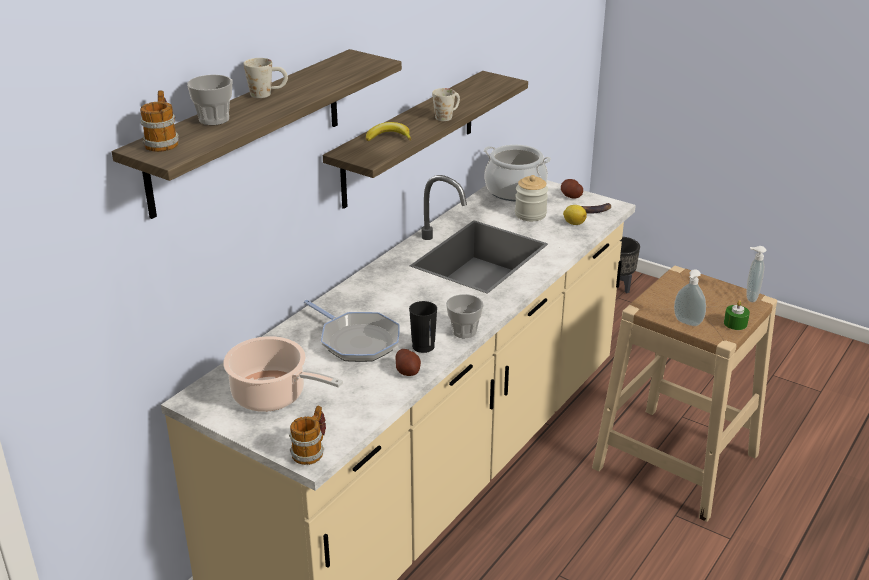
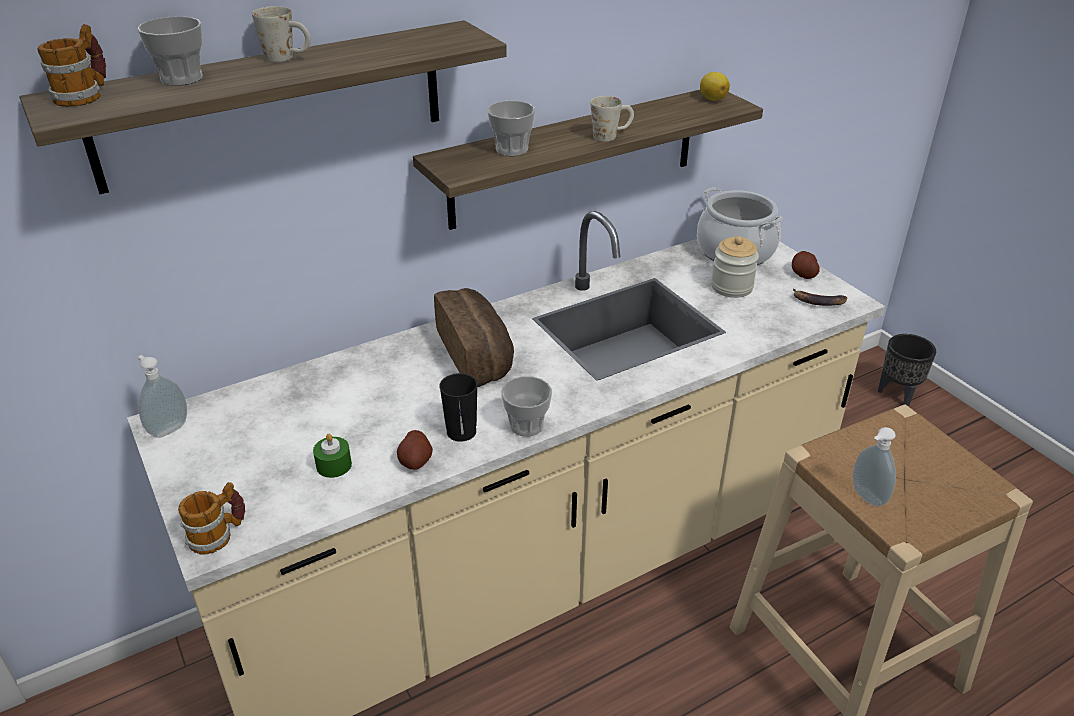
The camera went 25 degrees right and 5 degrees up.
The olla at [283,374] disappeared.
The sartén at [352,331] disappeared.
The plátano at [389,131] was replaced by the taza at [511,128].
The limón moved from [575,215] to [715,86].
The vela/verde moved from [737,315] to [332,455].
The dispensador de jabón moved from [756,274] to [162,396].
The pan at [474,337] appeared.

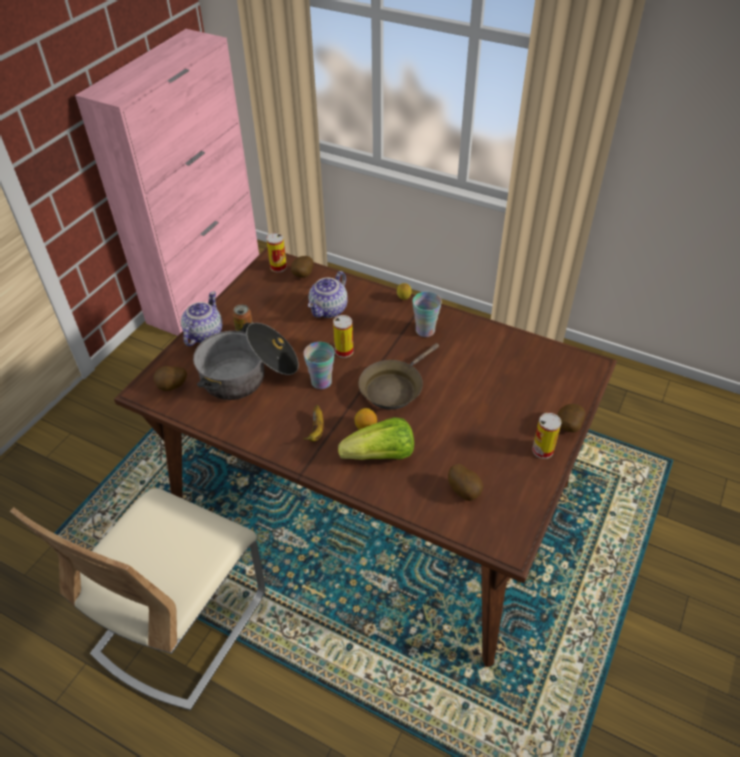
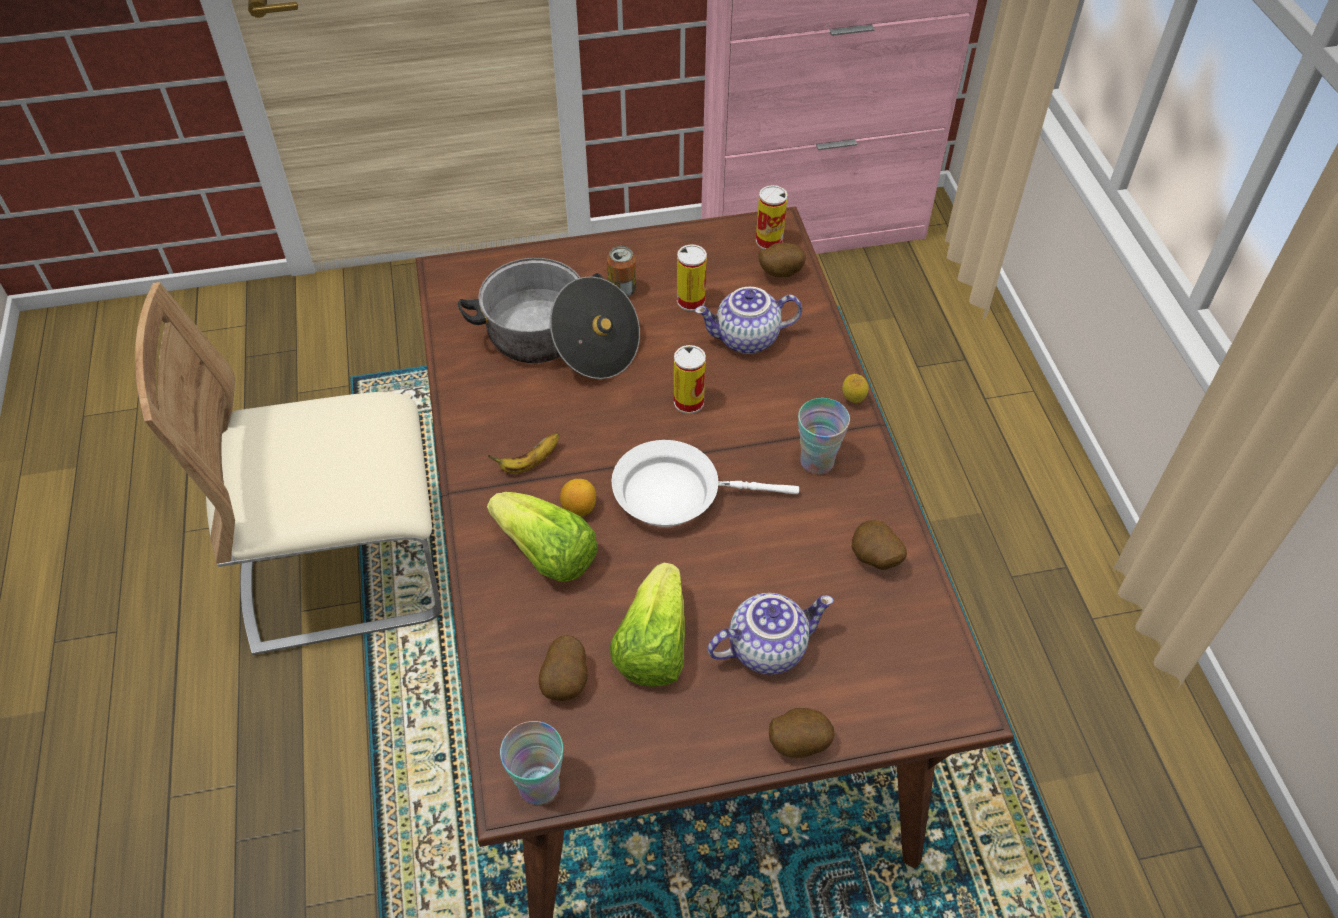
The camera went 50 degrees right and 5 degrees up.
The patata moved from [170,378] to [879,545].
The tetera moved from [201,319] to [770,634].
The taza moved from [319,365] to [531,763].
The sartén/marrón at [398,376] became the sartén/blanco at [705,483].
The lata moved from [547,436] to [692,277].
The lechuga at [647,625] appeared.

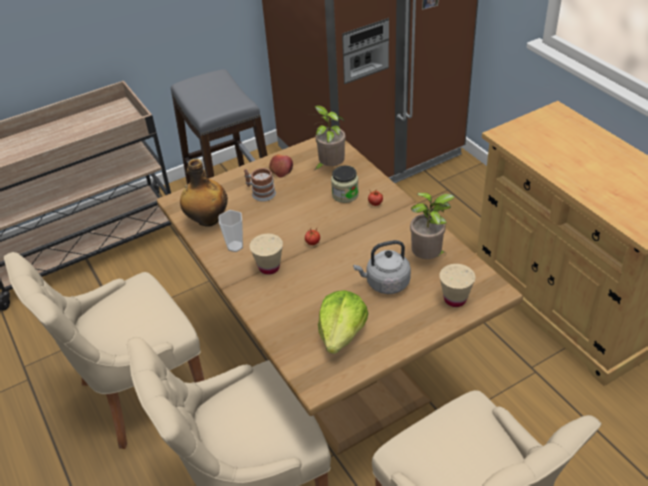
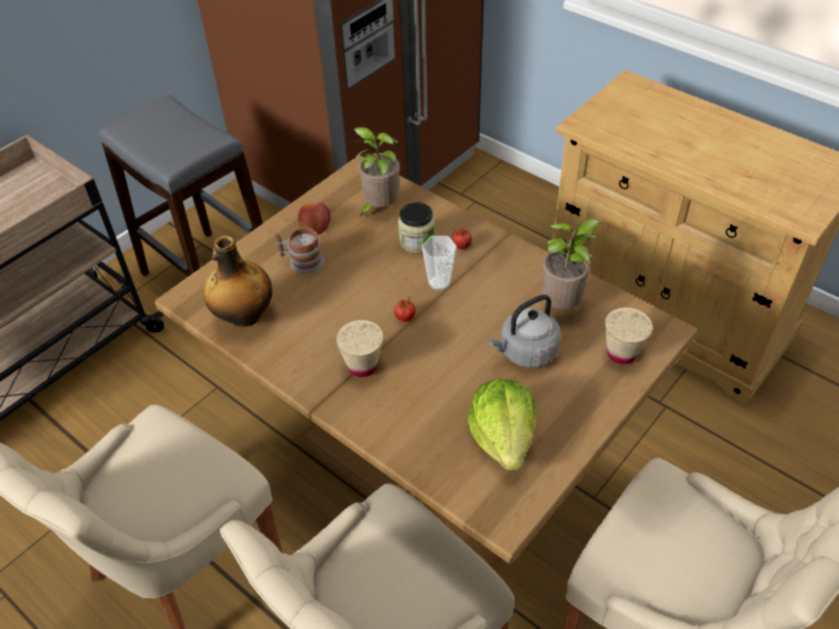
The camera went 20 degrees left and 5 degrees up.
The taza moved from [230,231] to [439,263].

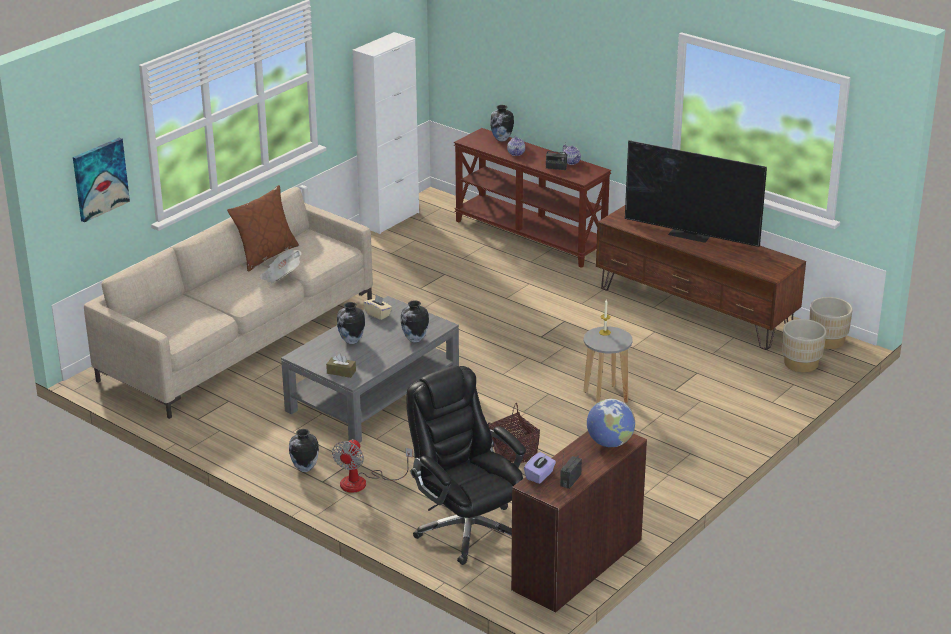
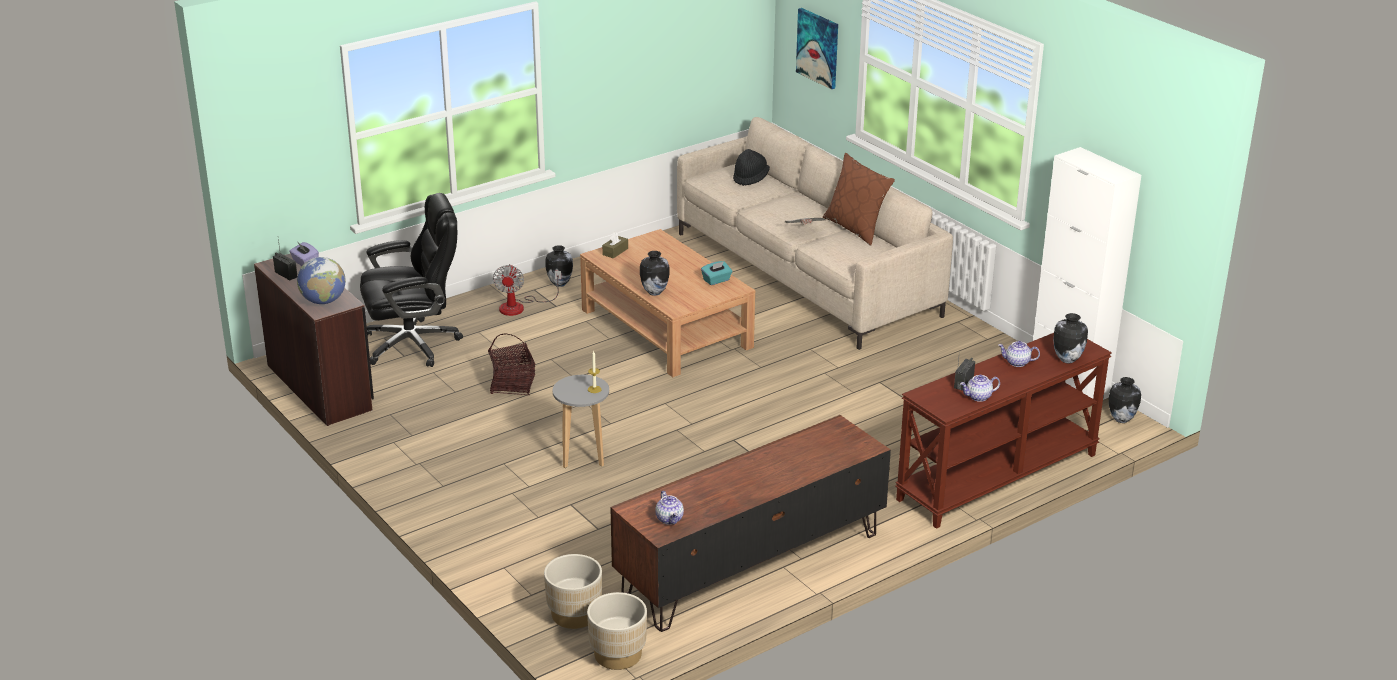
The camera went 105 degrees right and 0 degrees up.
The mesa de centro/gris at [370,369] became the mesa de centro/marrón at [667,303].
The ventilador at [372,466] turned 120 degrees counterclockwise.
The florero moved from [351,323] to [1125,400].
The caja de pañuelos/beis at [377,307] became the caja de pañuelos/turquesa at [716,273].
The televisor at [696,193] disappeared.
The tetera at [669,508] appeared.
The sombrero/negro at [751,167] appeared.

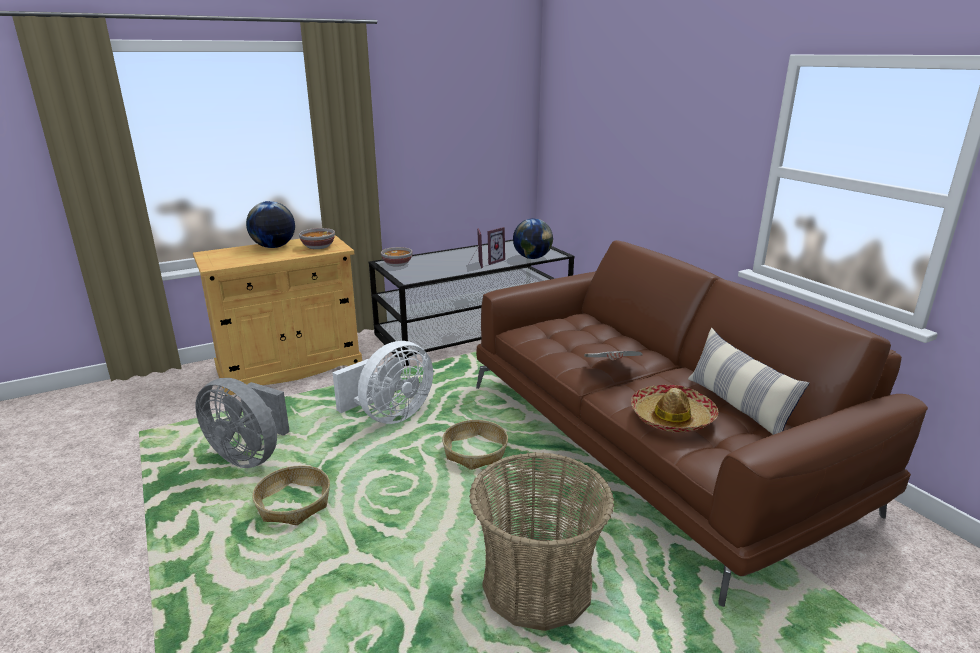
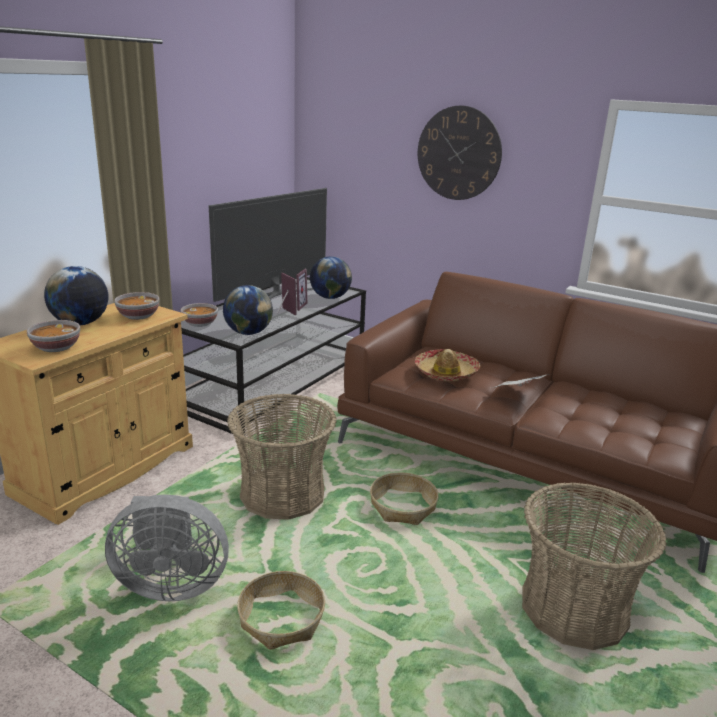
The camera went 30 degrees left and 0 degrees up.
The ventilador/blanco at [382,382] was replaced by the cesta at [282,457].
The sombrero moved from [674,408] to [447,365].
The cojín at [748,381] disappeared.
The cuenco at [53,336] appeared.
The televisor at [268,245] appeared.
The globo terráqueo at [248,310] appeared.
The reloj de pared at [460,153] appeared.

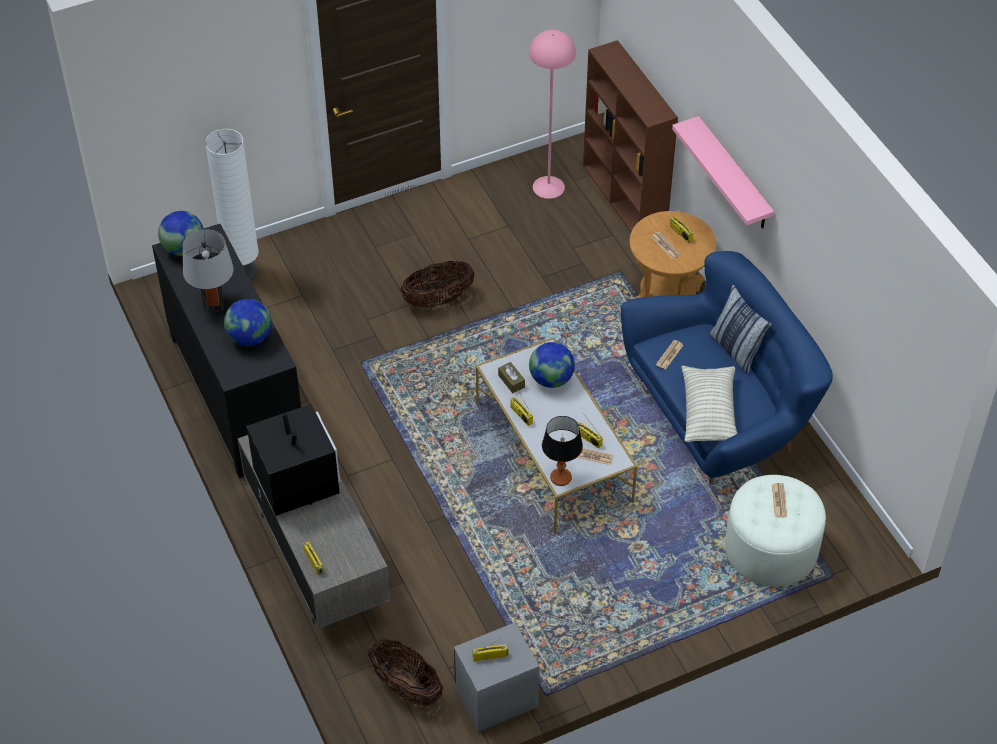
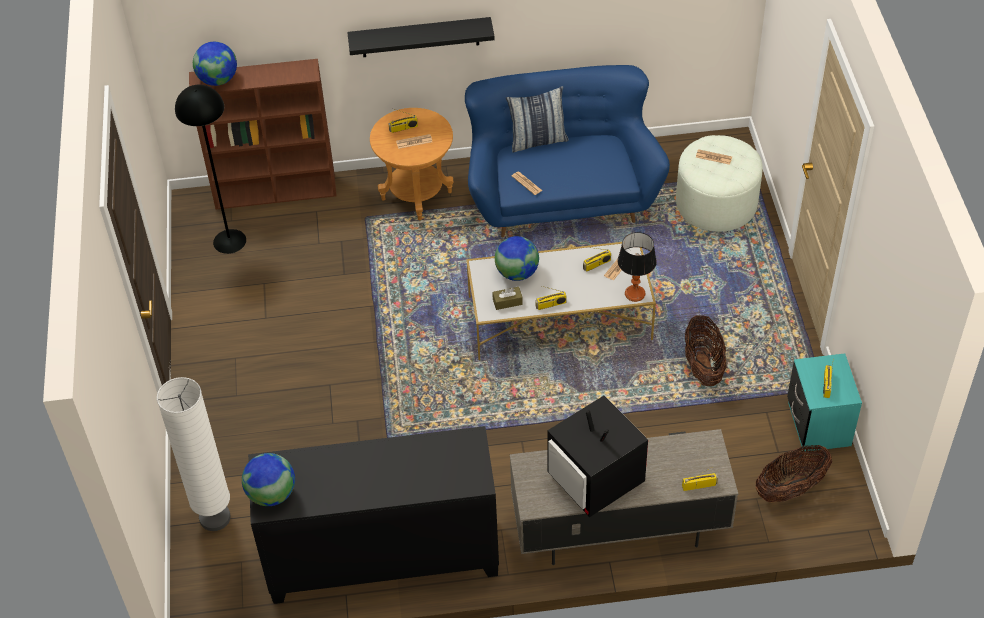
The camera went 70 degrees left and 0 degrees up.
The lámpara de mesa/gris at [208,270] disappeared.
The globo terráqueo moved from [248,322] to [215,64].
The televisor at [293,460] turned 120 degrees counterclockwise.
The cesta moved from [437,284] to [706,350].
The mesita de noche/gris at [497,677] became the mesita de noche/turquesa at [824,402].
The lámpara de pie/rosa at [552,114] became the lámpara de pie/negro at [210,169].
The estante/rosa at [723,172] became the estante/negro at [421,37].
The cojín at [710,404] disappeared.

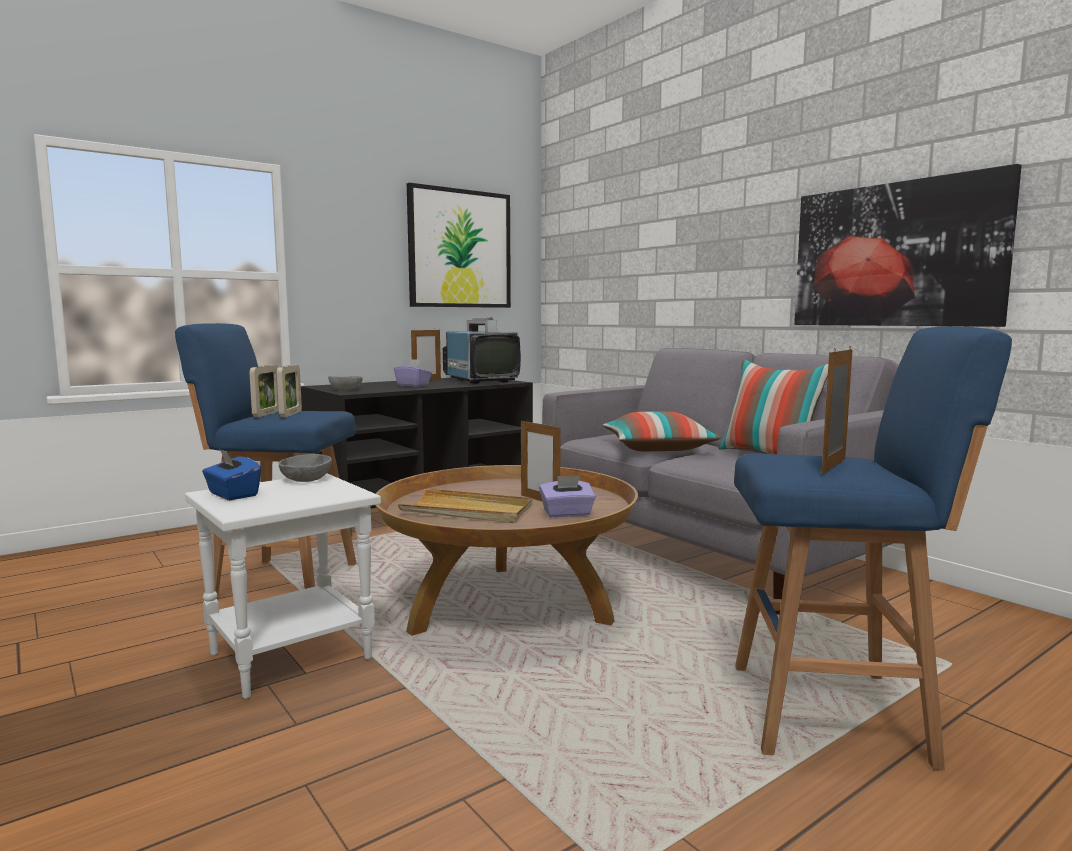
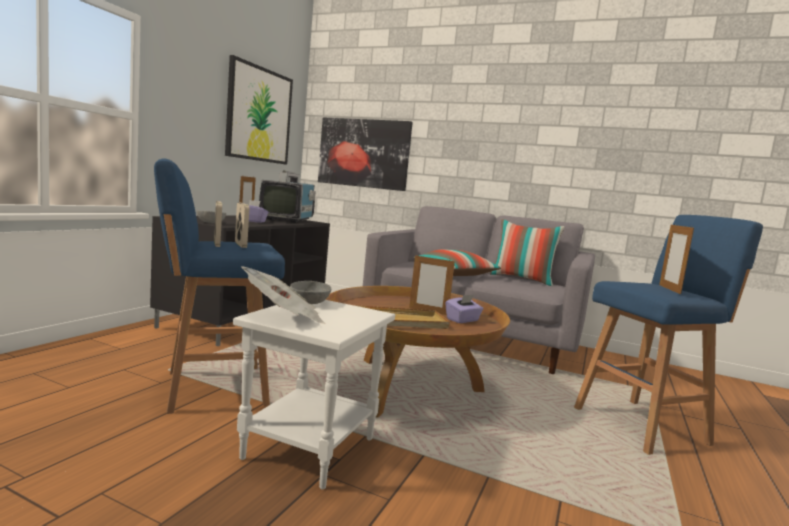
The camera went 30 degrees left and 0 degrees up.
The caja de pañuelos/azul at [231,474] was replaced by the periódico at [283,295].
The televisor at [482,350] turned 60 degrees clockwise.
The cuadro moved from [908,245] to [365,154].

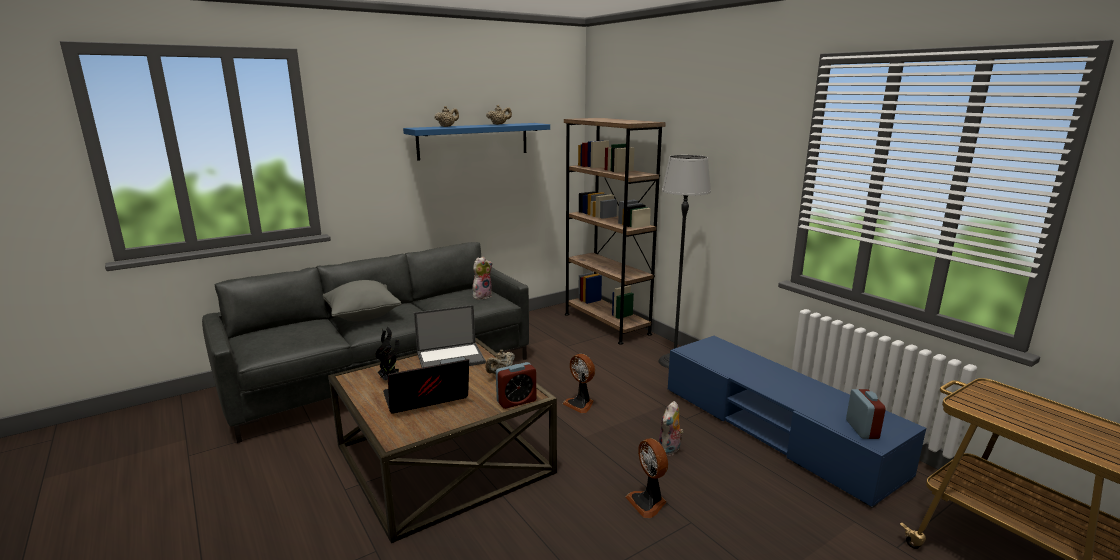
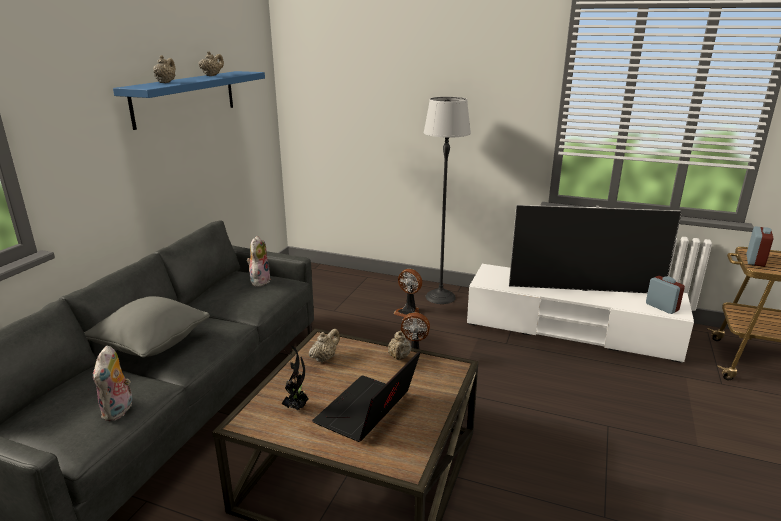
The camera went 35 degrees left and 5 degrees up.
The portátil at [450,336] was replaced by the tetera/beis at [324,345].
The despertador moved from [516,385] to [760,246].
The estantería/marrón at [615,231] disappeared.
The ventilador moved from [647,478] to [408,294].
The peluche moved from [671,428] to [113,383].
The mueble de televisión/azul at [797,422] became the mueble de televisión/blanco at [580,313].
The televisor at [595,249] appeared.

